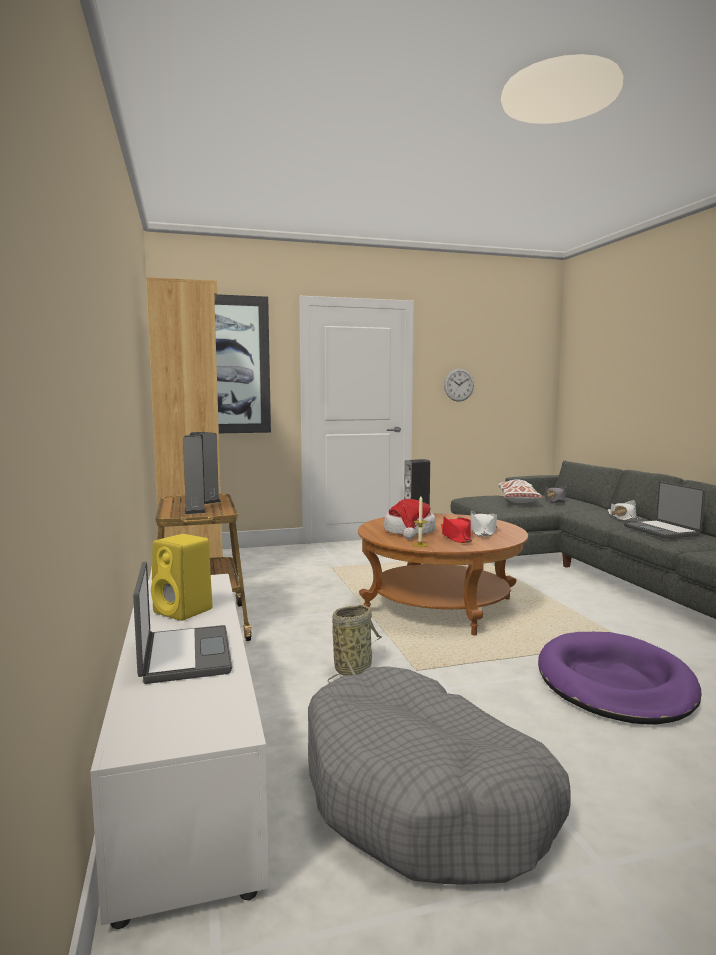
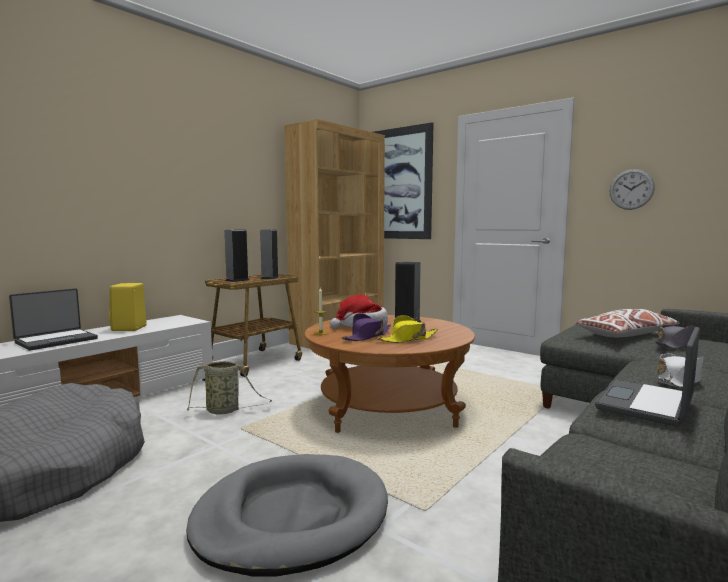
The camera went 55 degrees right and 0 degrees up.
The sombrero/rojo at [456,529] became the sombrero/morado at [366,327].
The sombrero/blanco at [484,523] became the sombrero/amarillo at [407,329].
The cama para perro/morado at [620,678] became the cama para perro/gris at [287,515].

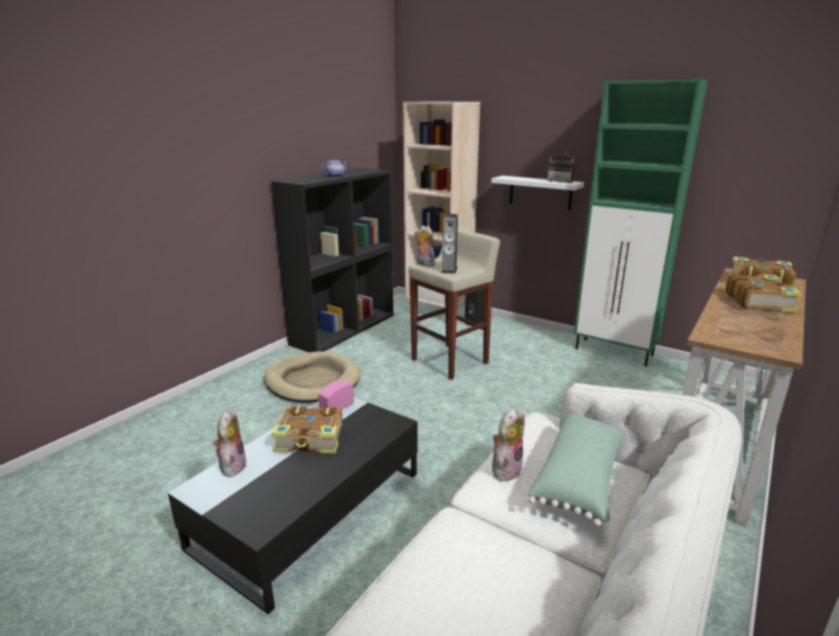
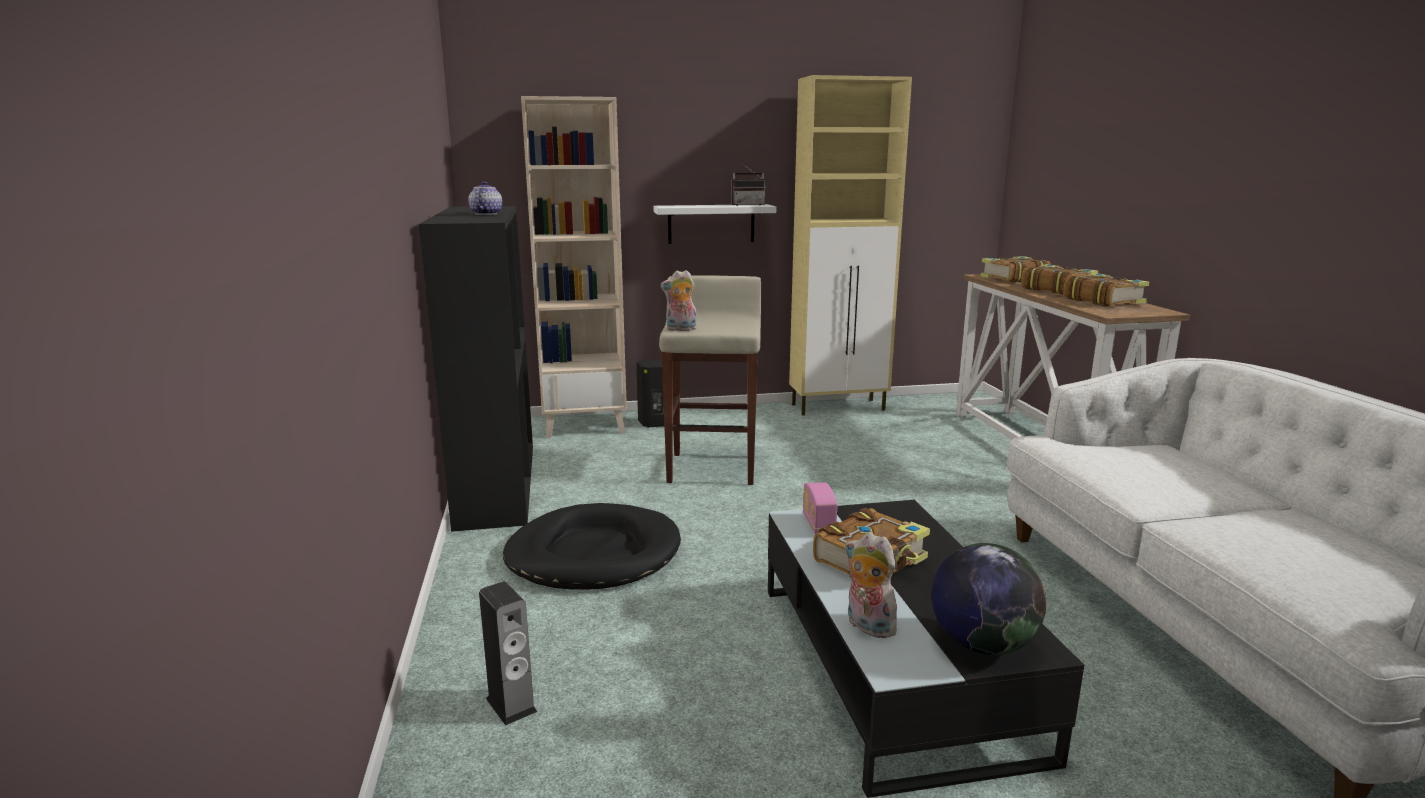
The camera went 45 degrees left and 5 degrees down.
The cama para perro/beis at [312,377] became the cama para perro/negro at [592,546].
The altavoz moved from [449,244] to [508,653].
The peluche at [508,444] disappeared.
The cojín/verde at [577,470] disappeared.
The armario/verde at [641,223] became the armario/beis at [850,245].
The globo terráqueo at [988,599] appeared.
The libro at [1106,289] appeared.

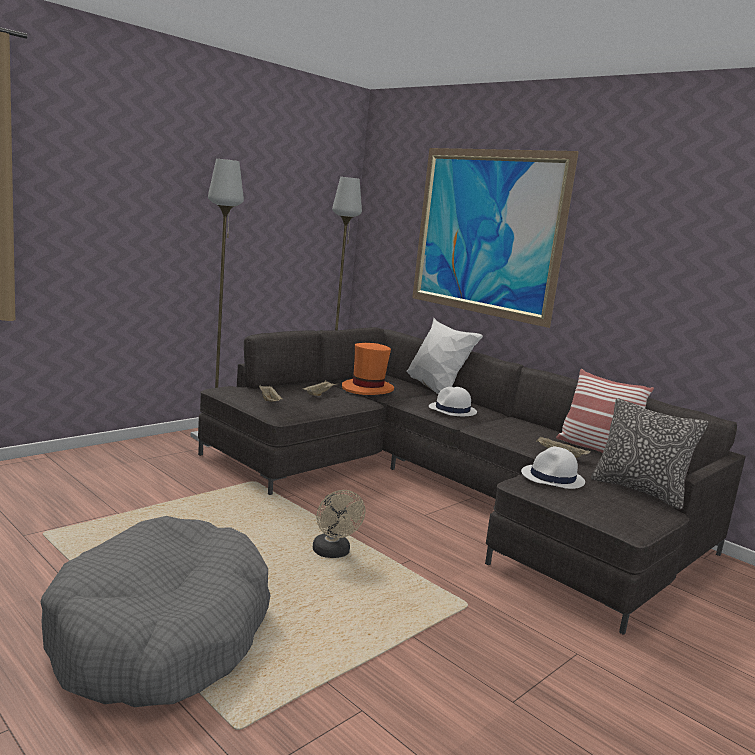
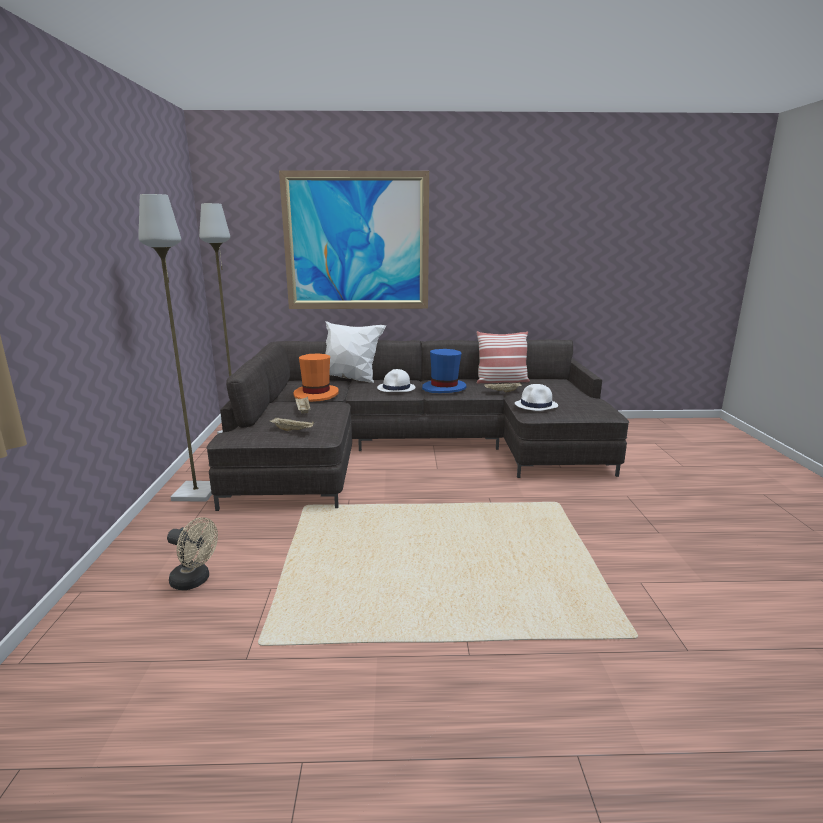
The camera went 45 degrees left and 5 degrees up.
The cama para perro/gris at [155,611] disappeared.
The ventilador/beis moved from [339,524] to [192,553].
The cojín at [649,453] disappeared.
The sombrero/azul at [444,371] appeared.

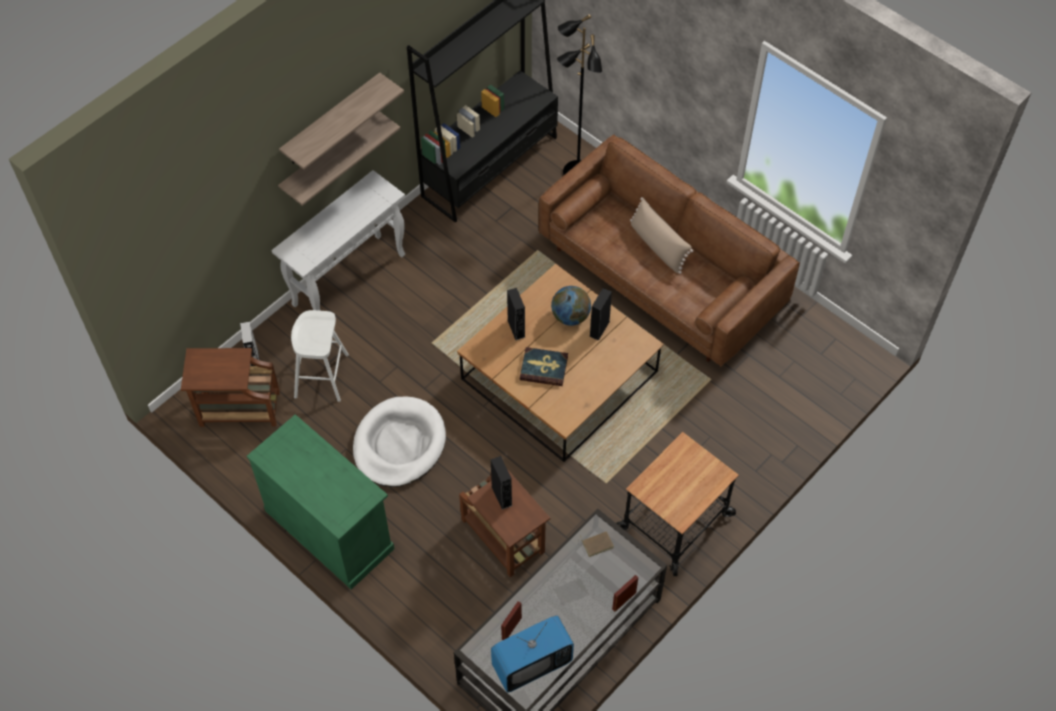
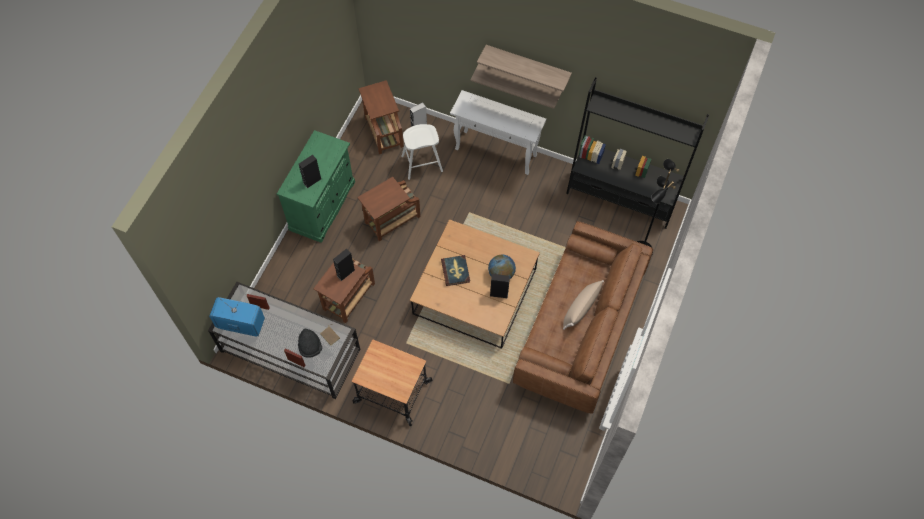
The camera went 70 degrees right and 5 degrees up.
The cama para perro/blanco at [399,442] was replaced by the mesa auxiliar/marrón at [388,209].
The televisor at [532,654] turned 150 degrees clockwise.
The altavoz/negro moved from [516,314] to [310,171].
The sombrero/negro at [310,343] appeared.

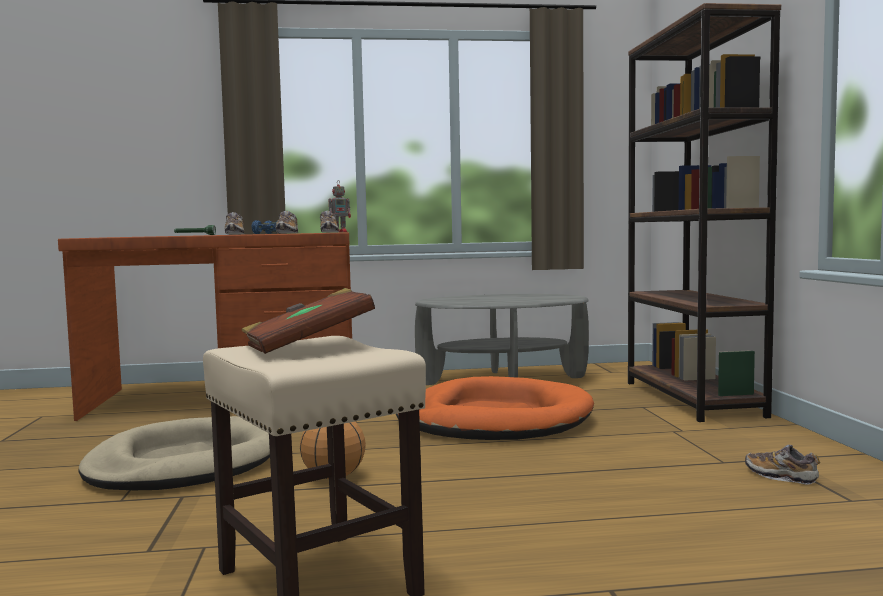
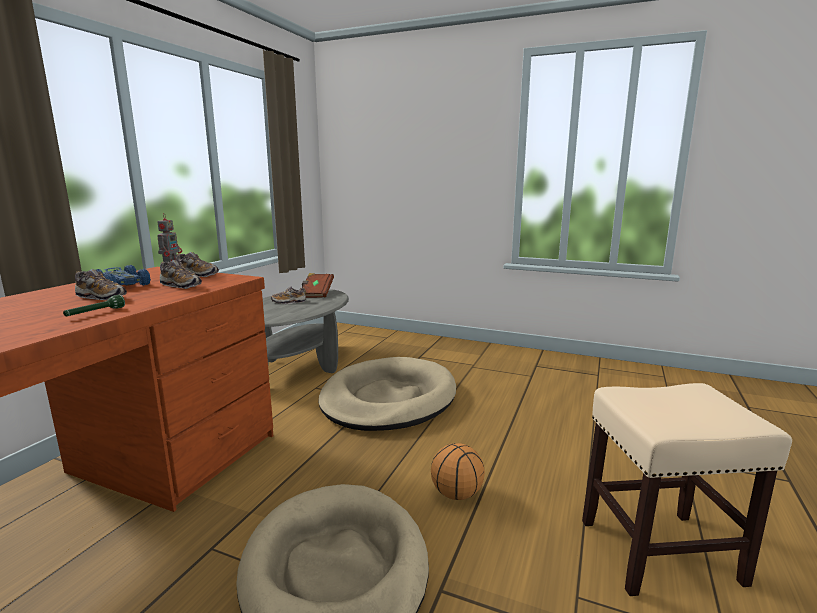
The camera went 60 degrees left and 10 degrees up.
The libro/marrón moved from [308,321] to [318,285].
The cama para perro/naranja at [495,408] became the cama para perro/beis at [387,394].
The estantería/marrón at [704,212] disappeared.
The zapato moved from [782,465] to [288,295].

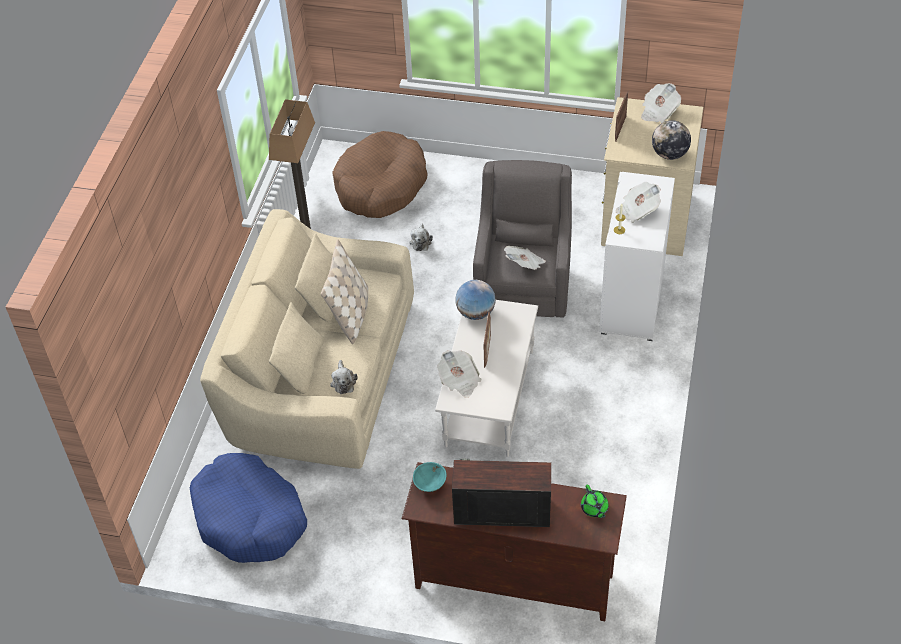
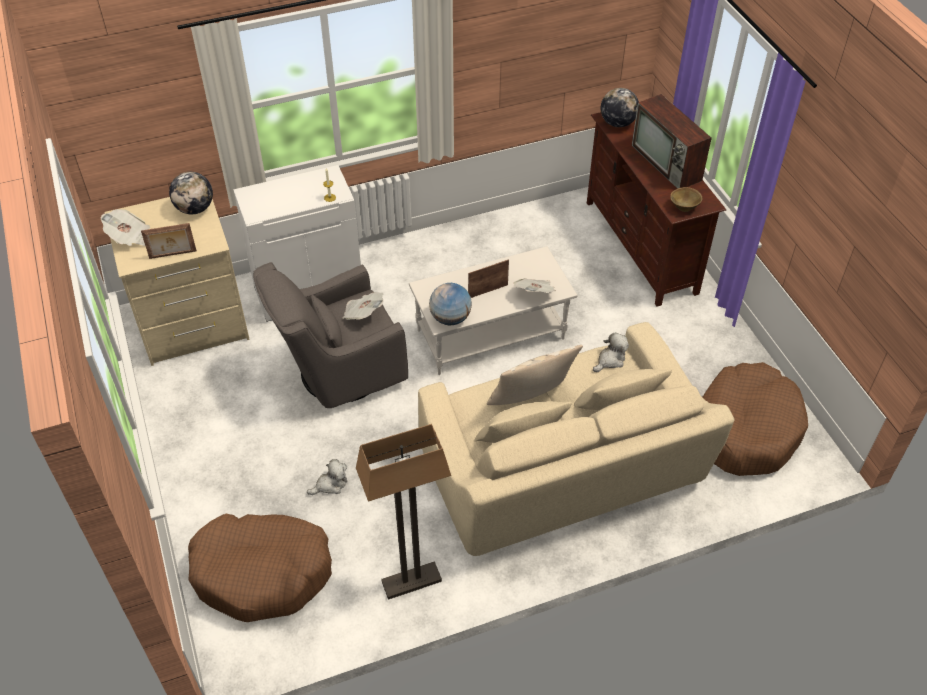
The camera went 125 degrees left and 0 degrees up.
The cama para perro/azul at [248,508] became the cama para perro/marrón at [755,419].
The cuenco/turquesa at [430,477] became the cuenco/marrón at [686,199].
The tetera/verde at [595,501] was replaced by the globo terráqueo at [620,107].
The periódico at [638,202] disappeared.

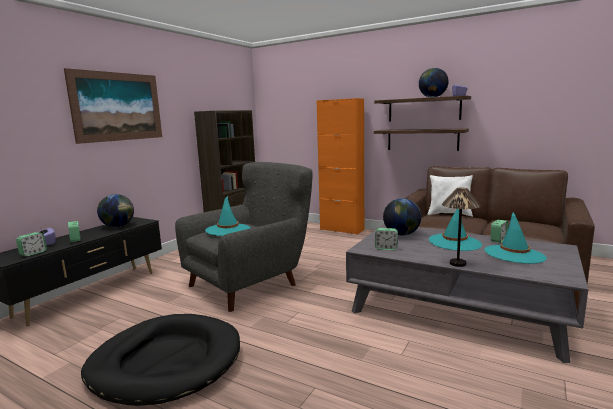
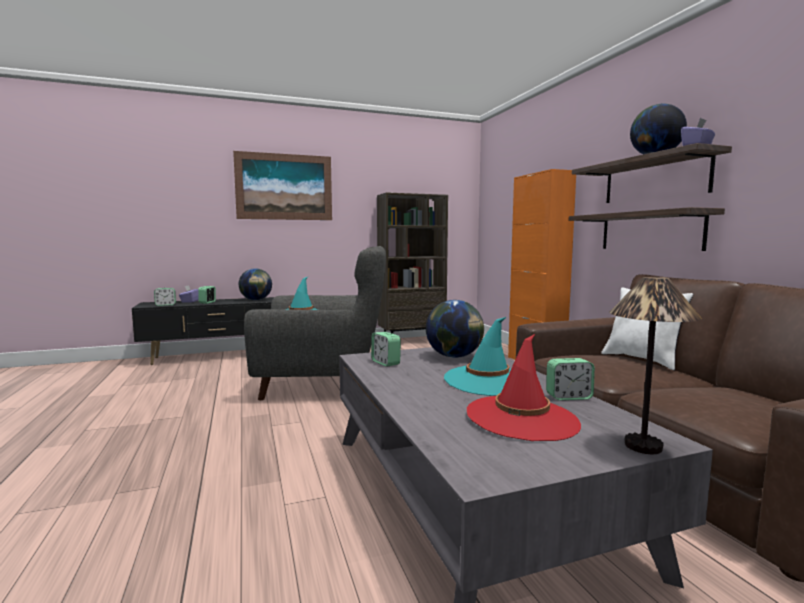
The camera went 40 degrees right and 5 degrees down.
The cama para perro/negro at [160,360] disappeared.
The lámpara de mesa moved from [461,227] to [655,365].
The sombrero/turquesa at [515,238] became the sombrero/rojo at [524,387].

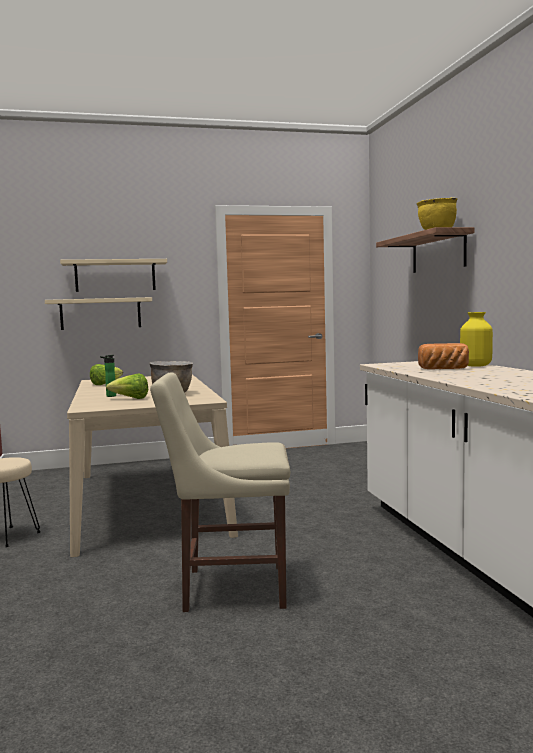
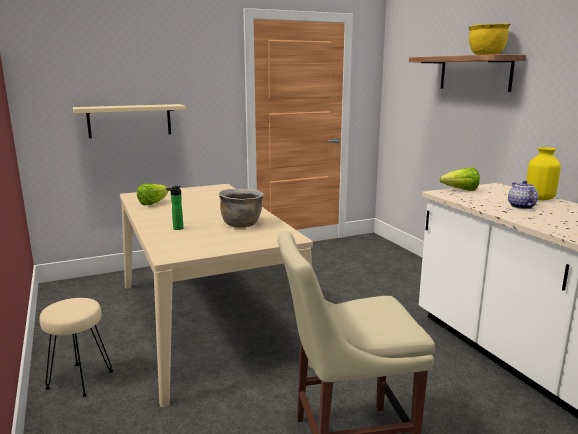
The camera went 10 degrees left and 10 degrees up.
The estante/beis at [113,275] disappeared.
The lechuga moved from [127,386] to [459,179].
The pan at [443,356] was replaced by the tetera at [523,195].

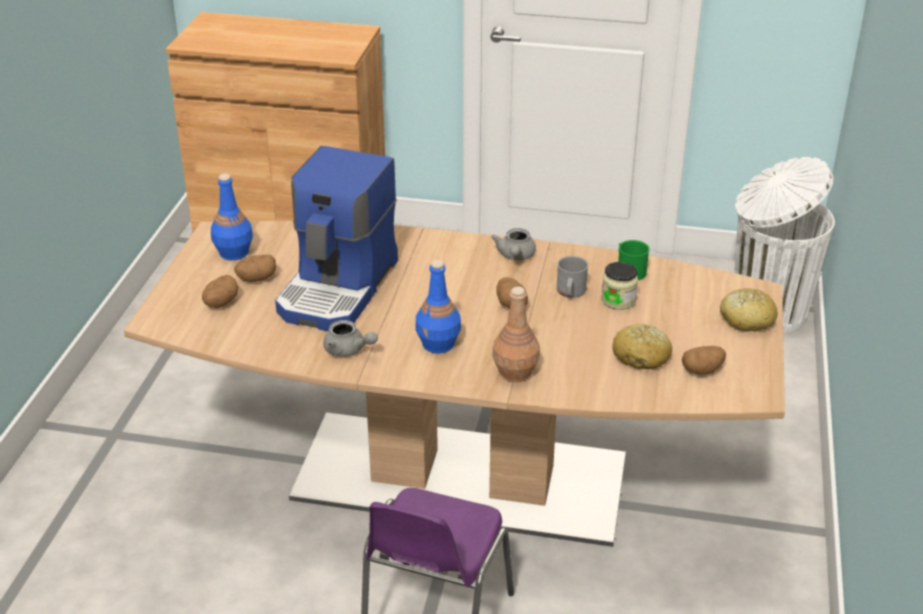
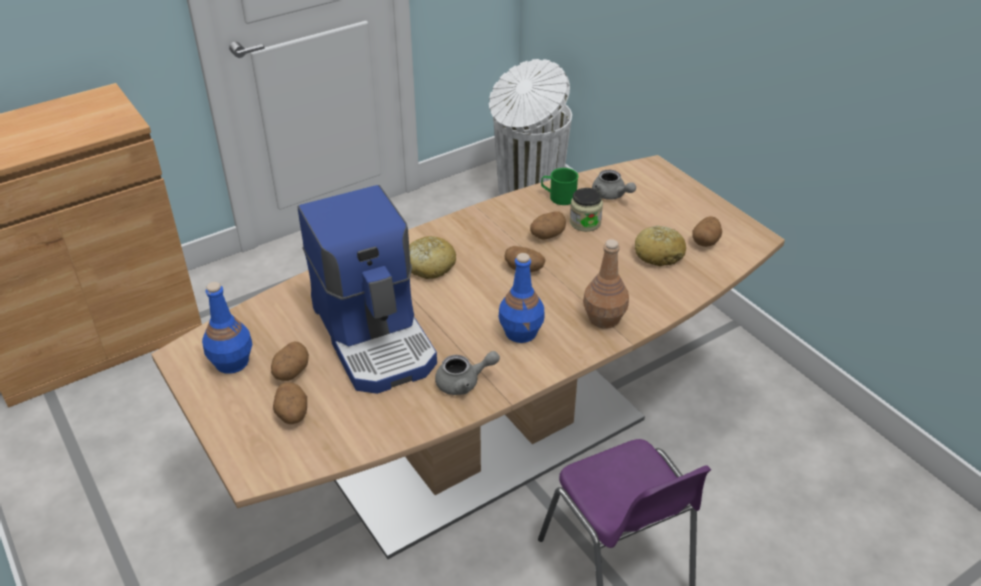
The camera went 45 degrees left and 5 degrees up.
The tetera/gris moved from [513,244] to [614,185].
The taza grande/gris at [573,277] was replaced by the patata at [548,225].
The pan moved from [749,310] to [432,257].

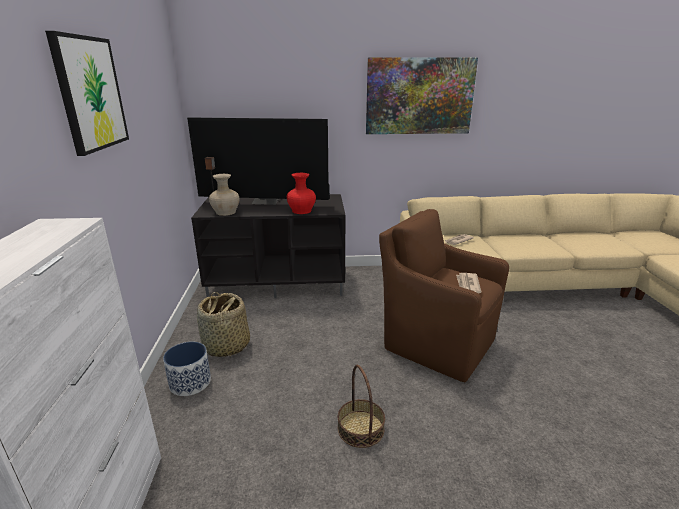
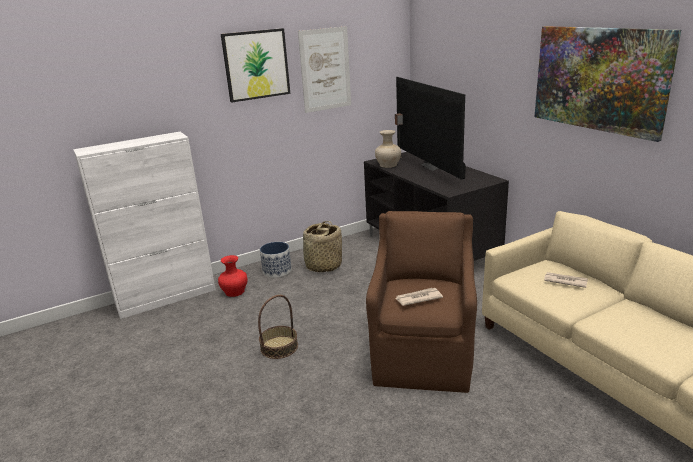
The camera went 65 degrees right and 0 degrees up.
The florero/rojo moved from [301,193] to [233,276].
The cuadro at [324,69] appeared.

